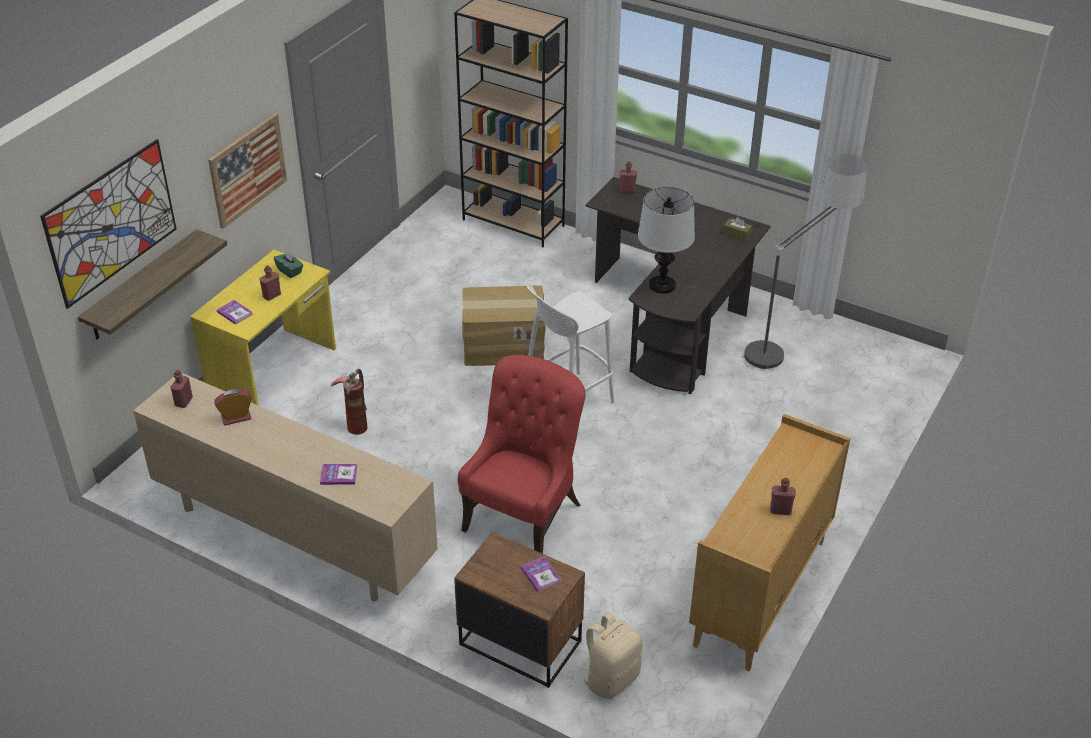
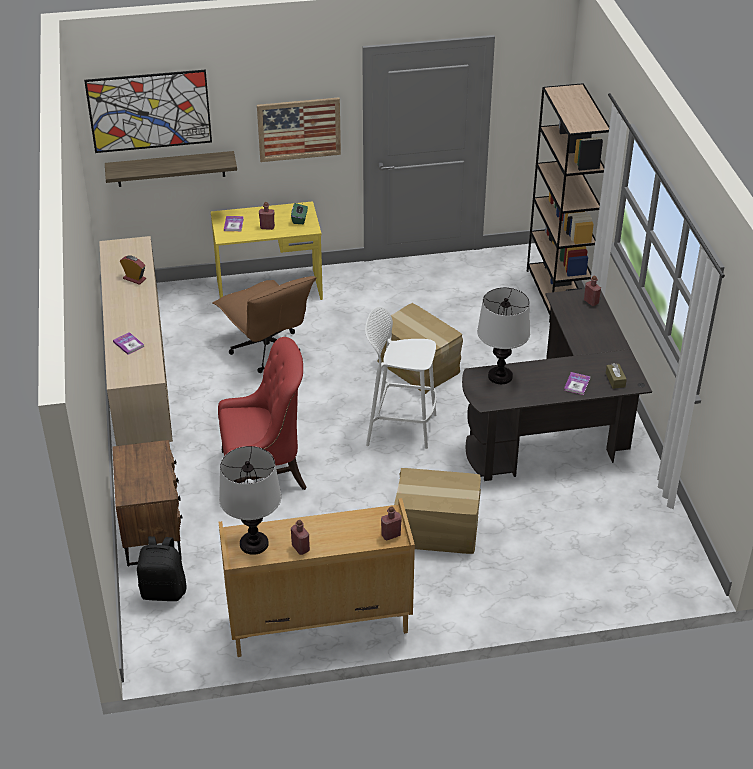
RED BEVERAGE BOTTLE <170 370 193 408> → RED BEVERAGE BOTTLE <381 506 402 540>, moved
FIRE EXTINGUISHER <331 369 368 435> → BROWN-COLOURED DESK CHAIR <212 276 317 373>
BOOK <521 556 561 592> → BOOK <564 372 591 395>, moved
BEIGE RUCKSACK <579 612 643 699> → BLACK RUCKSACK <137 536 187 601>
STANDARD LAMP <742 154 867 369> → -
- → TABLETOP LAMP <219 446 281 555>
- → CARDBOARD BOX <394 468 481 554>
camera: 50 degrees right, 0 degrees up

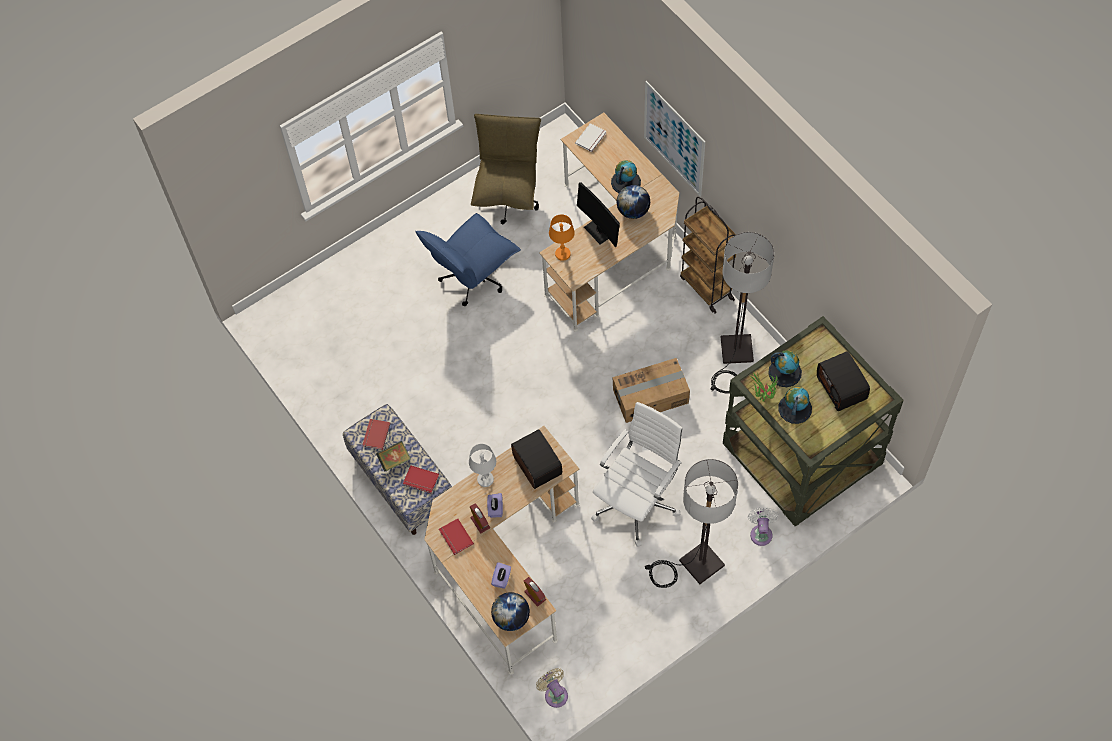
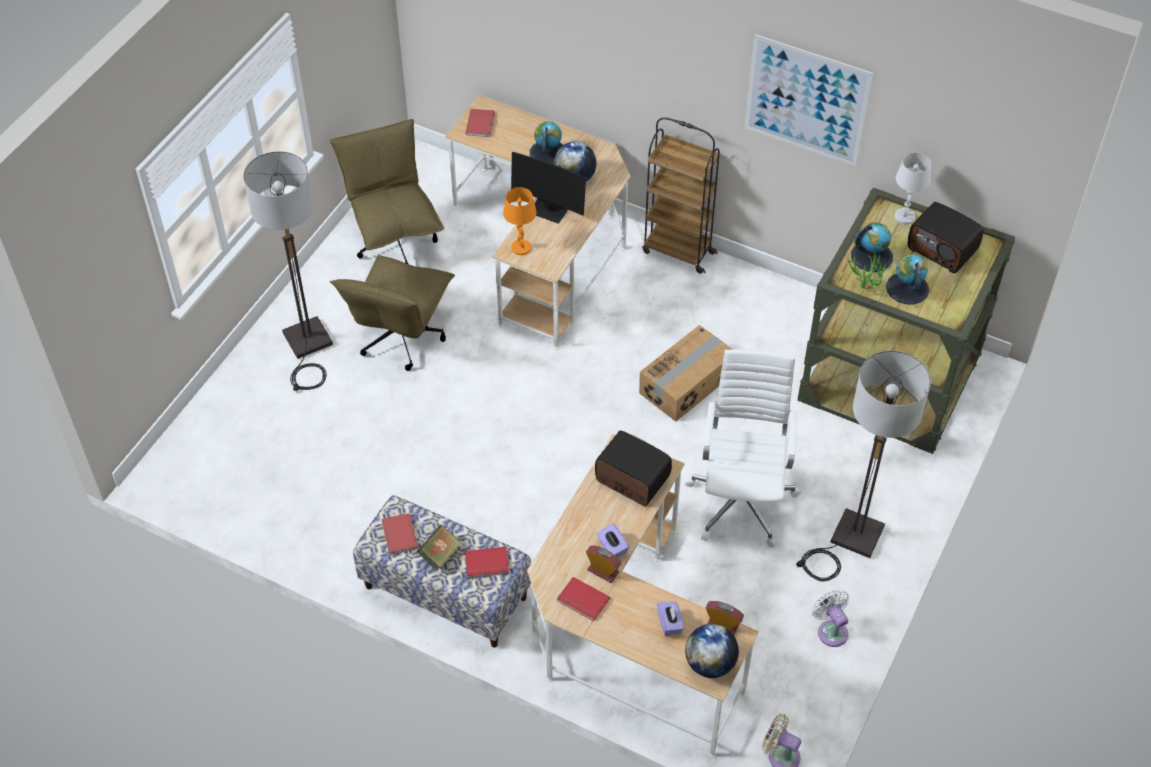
BLUE DESK CHAIR <415 213 521 306> → BEIGE DESK CHAIR <330 256 455 371>
WHITE-COLOURED TABLETOP LAMP <469 444 496 487> → WHITE-COLOURED TABLETOP LAMP <895 153 931 224>, moved
WHITE-COLOURED BOOK <575 123 606 152> → RED BOOK <465 109 495 137>
PICTURE <644 81 705 197> → PICTURE <744 34 873 167>, moved
STANDARD LAMP <711 232 774 394> → STANDARD LAMP <243 151 333 393>, moved
WHITE-COLOURED ELECTRIC FAN <748 507 778 546> → WHITE-COLOURED ELECTRIC FAN <812 589 849 647>, moved
camera: 30 degrees left, 10 degrees down

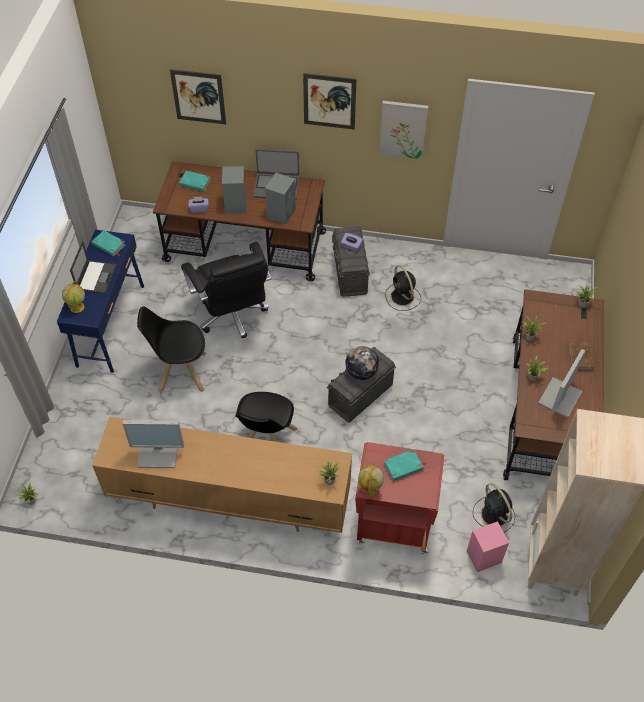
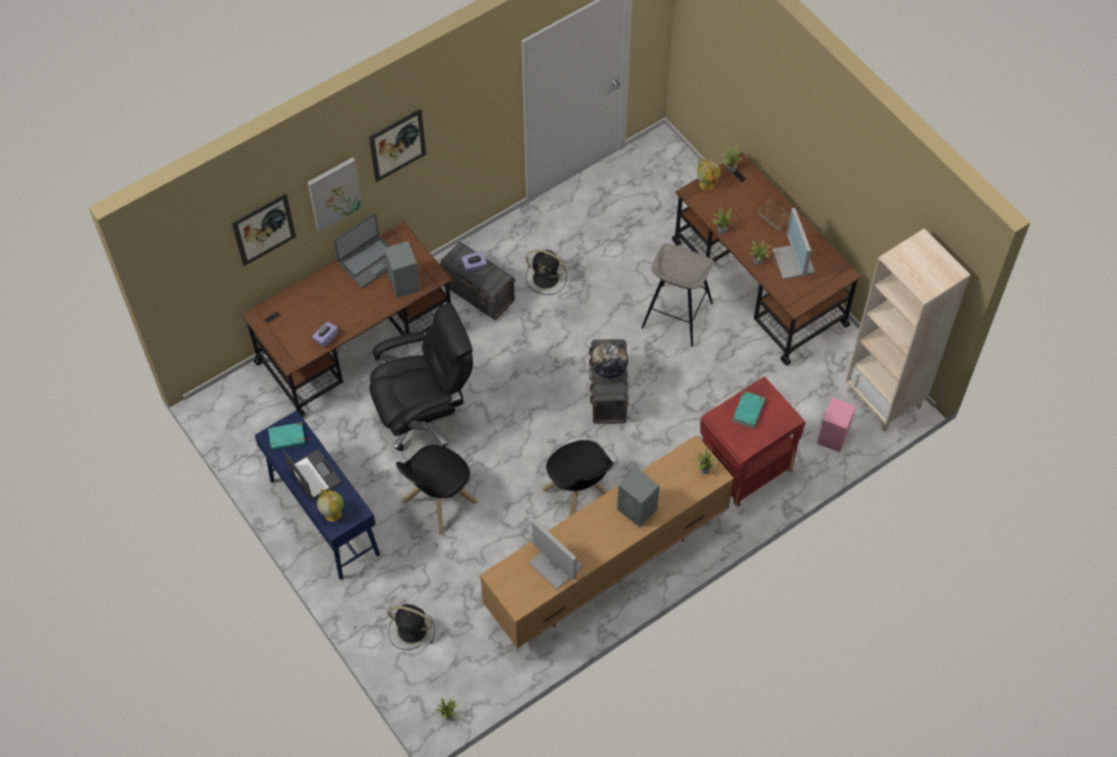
COMPUTER SCREEN <122 420 184 468> → COMPUTER SCREEN <529 520 583 590>, 90 degrees counterclockwise
BLUE-GREEN BOOK <179 171 211 192> → -
BLACK DESK CHAIR <181 242 271 338> → BLACK DESK CHAIR <369 303 473 451>, 45 degrees counterclockwise
GRAY LOUDSPEAKER <222 166 246 214> → GRAY LOUDSPEAKER <617 467 660 527>, moved
DESK GLOBE <358 462 384 496> → DESK GLOBE <697 159 720 191>, moved
PICTURE <379 101 428 159> → PICTURE <307 157 363 232>, moved
BLACK ELECTRIC FAN <473 483 515 533> → BLACK ELECTRIC FAN <388 604 435 650>, moved
- → GRAY STOOL SEAT <642 244 714 347>
camera: 45 degrees left, 5 degrees up

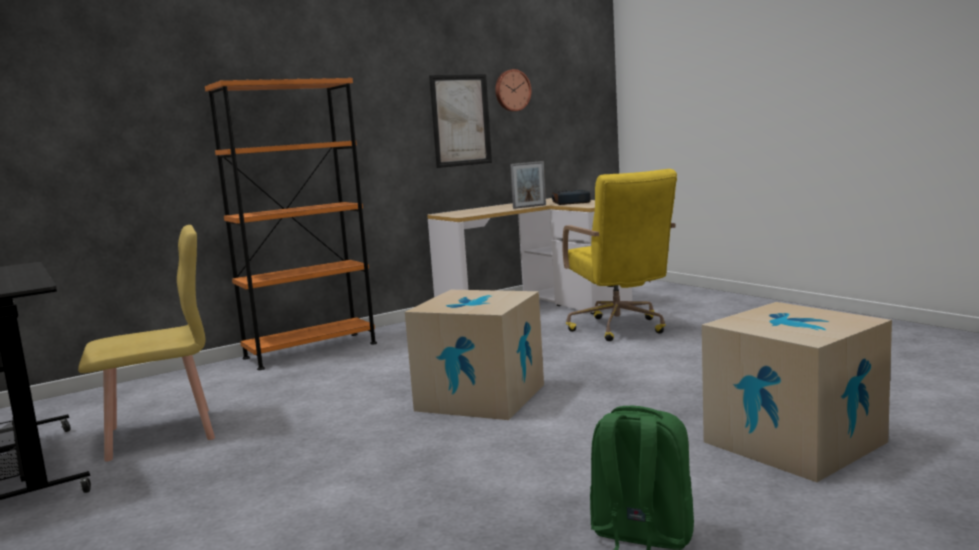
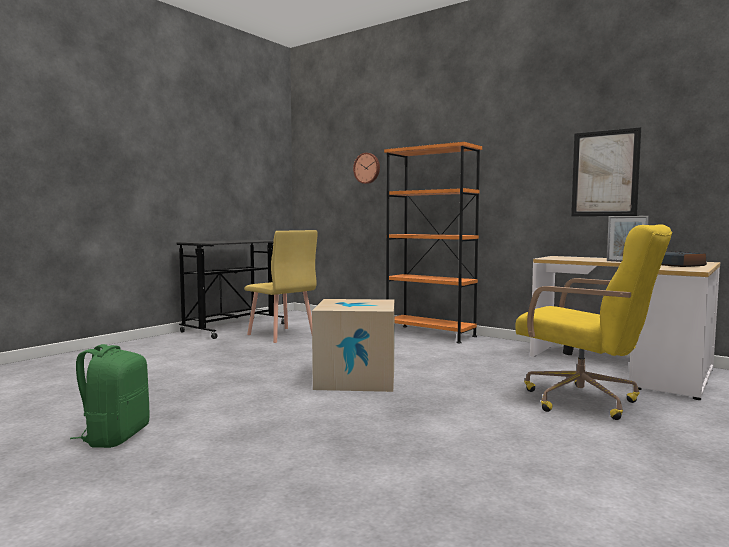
HANGING CLOCK <495 69 531 112> → HANGING CLOCK <353 153 380 184>, moved
YELLOW-COLOURED DESK CHAIR <563 169 677 341> → YELLOW-COLOURED DESK CHAIR <516 224 672 420>, 105 degrees counterclockwise
CARDBOARD BOX <702 302 892 482> → -
camera: 70 degrees right, 5 degrees down

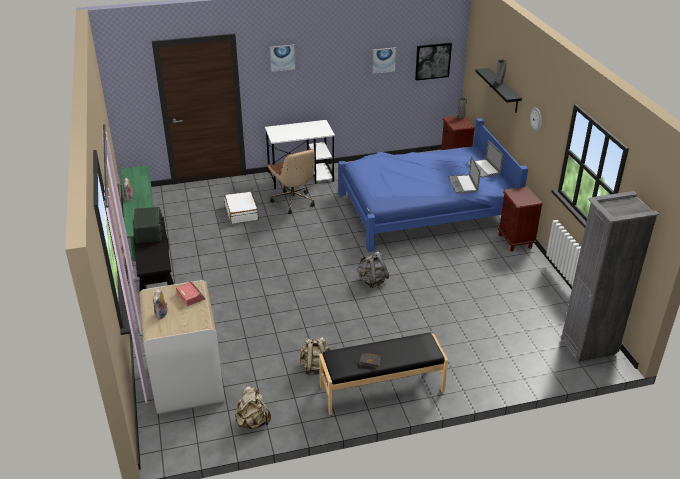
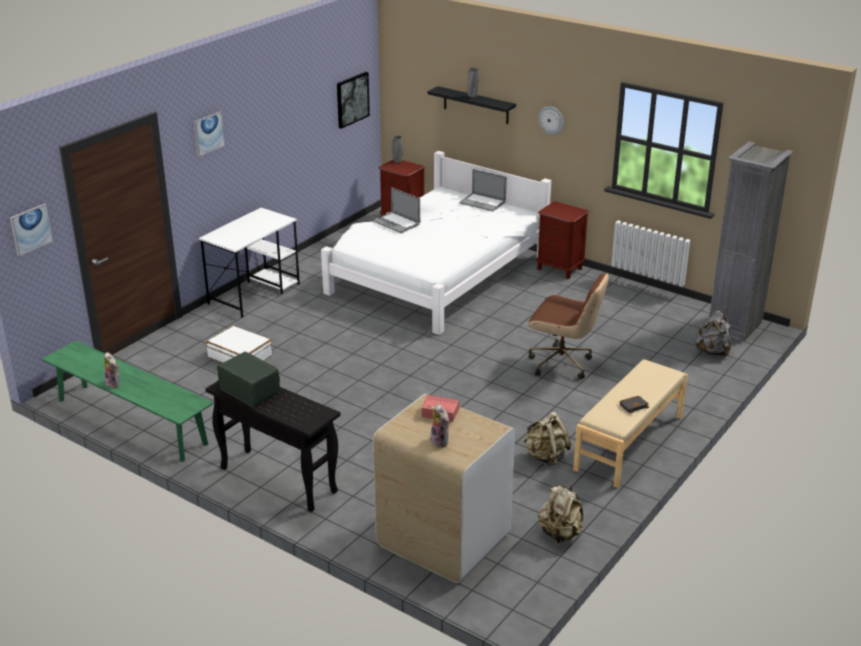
BROWN-COLOURED DESK CHAIR <268 149 315 214> → BROWN-COLOURED DESK CHAIR <528 273 609 379>, moved
BLACK BENCH <319 333 448 415> → BEIGE BENCH <573 359 688 488>
BLUE SLEEPING BED <339 118 528 252> → WHITE-COLOURED SLEEPING BED <321 151 551 335>
GRAY RUCKSACK <357 251 389 288> → GRAY RUCKSACK <695 310 731 358>, moved
PICTURE <372 47 397 74> → PICTURE <10 203 53 256>, moved
LAPTOP <448 156 480 193> → LAPTOP <372 187 420 233>, moved
camera: 40 degrees left, 5 degrees down

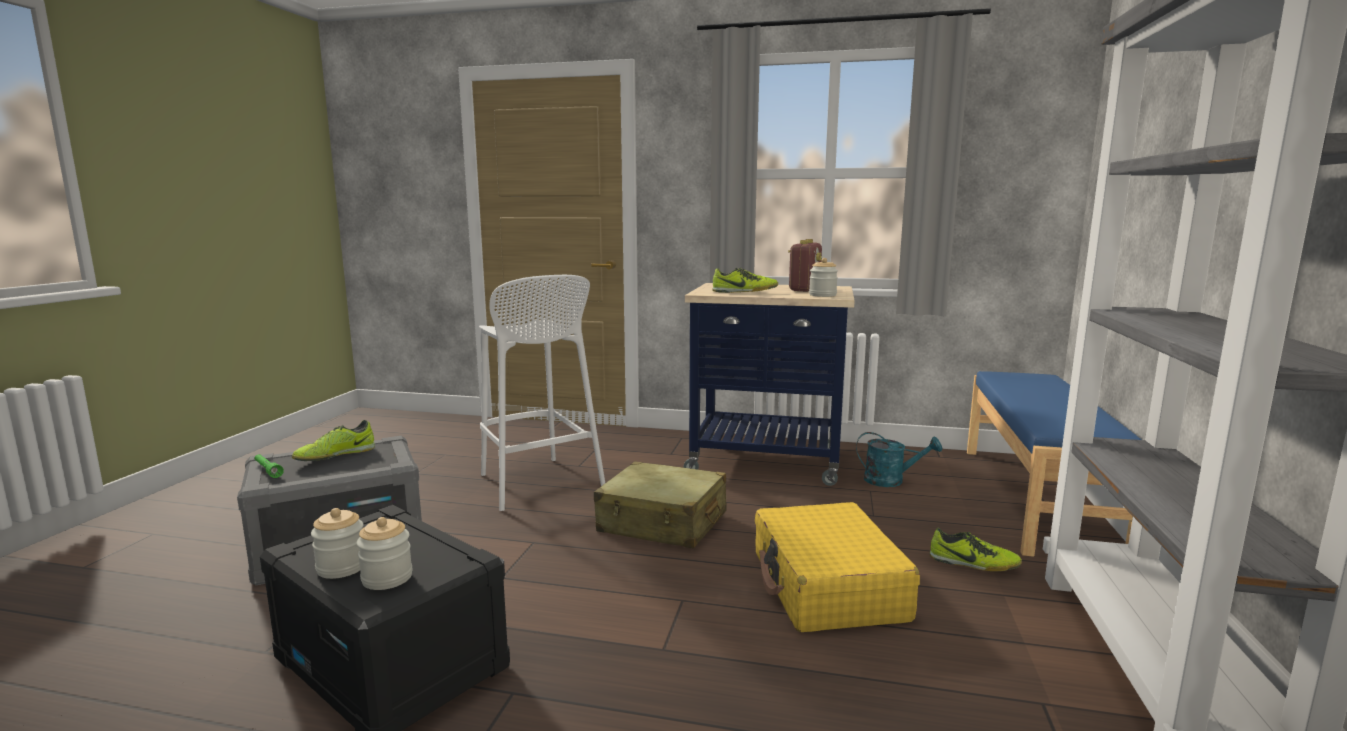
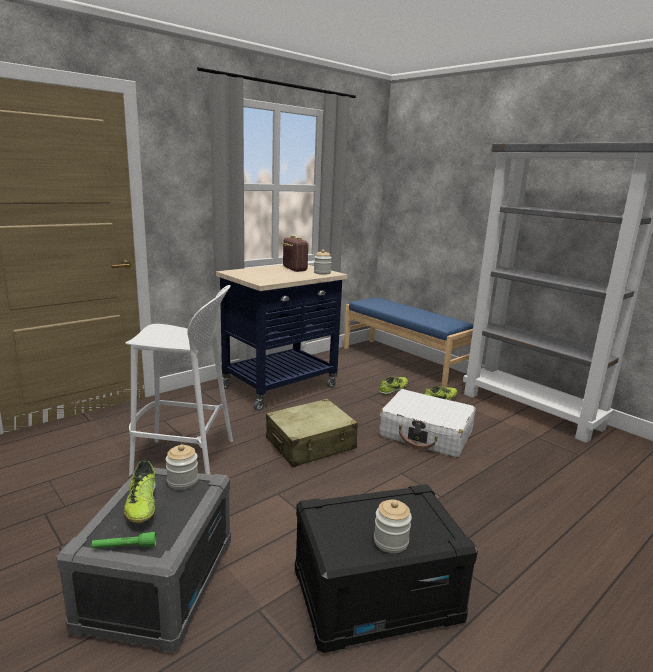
JAR <357 517 413 590> → JAR <166 445 198 490>, moved
ITEM OF FOOTWEAR <712 268 778 293> → ITEM OF FOOTWEAR <379 376 408 395>, moved
YELLOW-COLOURED SUITCASE <755 502 920 632> → WHITE-COLOURED SUITCASE <379 389 476 458>
BLUE-GREEN WATERING POT <856 432 942 487> → -
camera: 55 degrees left, 5 degrees up

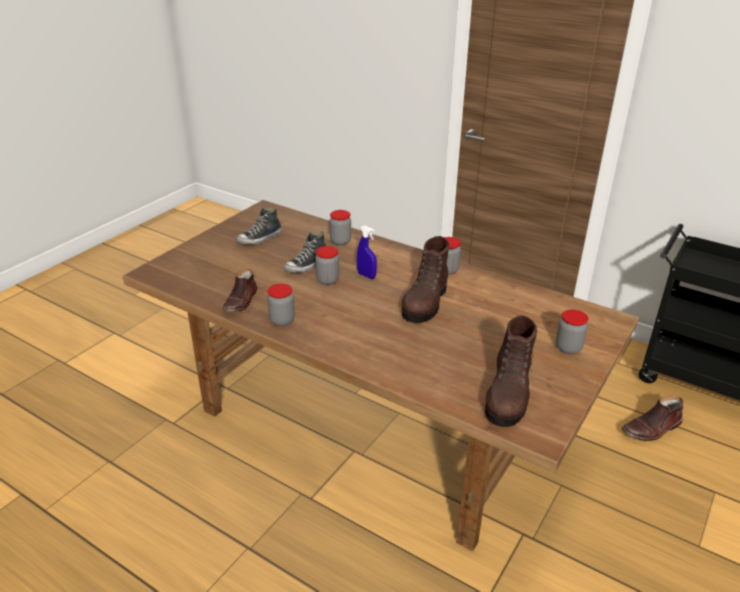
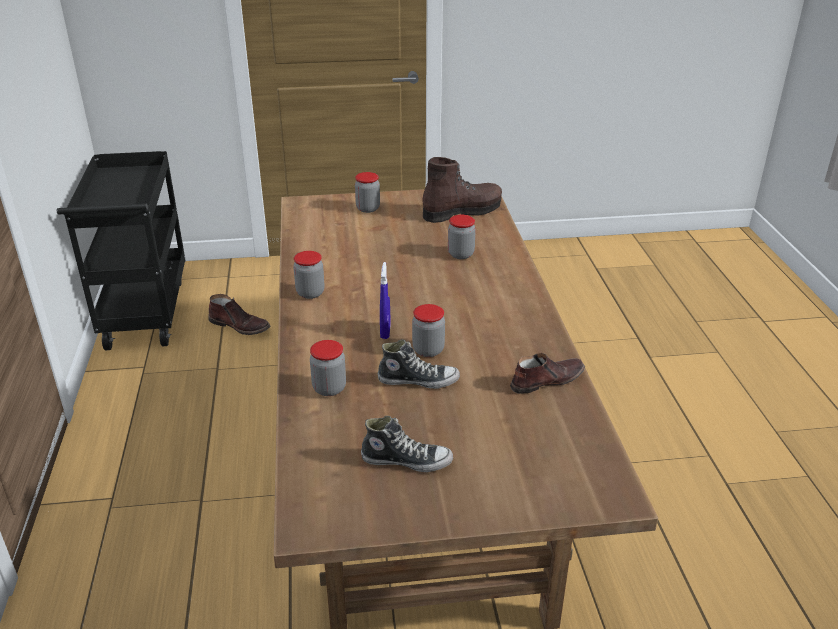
JAR <267 284 295 326> → JAR <448 215 476 259>, moved
BROWN-COLOURED HIGH-TOP BOOT <402 236 449 323> → -
camera: 130 degrees left, 0 degrees up

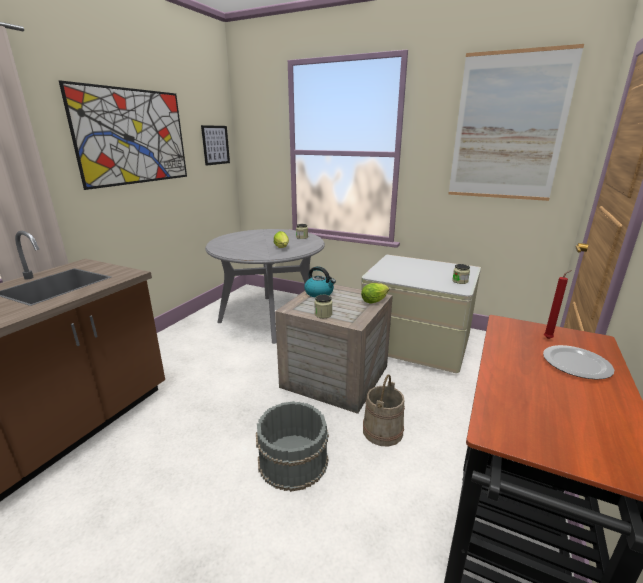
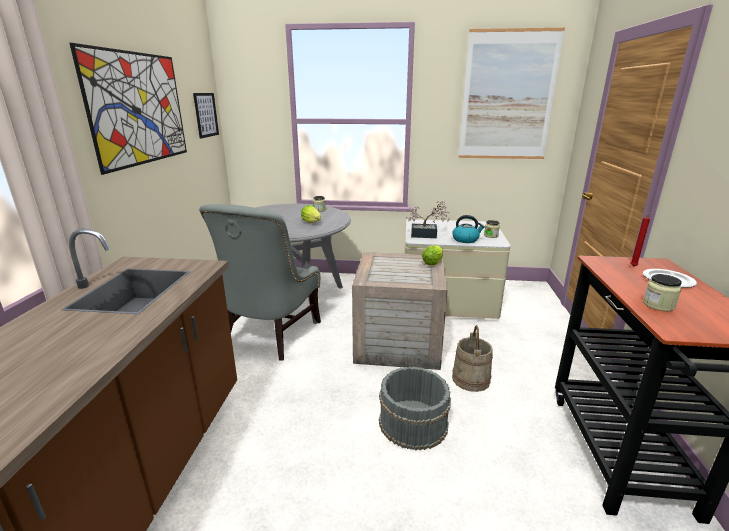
KETTLE <304 266 336 297> → KETTLE <452 215 485 243>, moved
JAR <314 295 332 318> → JAR <643 274 682 311>, moved
- → GRAY UPRIGHT CHAIR <199 204 321 361>
- → PLANT IN A POT <405 201 450 238>
camera: 20 degrees left, 0 degrees up

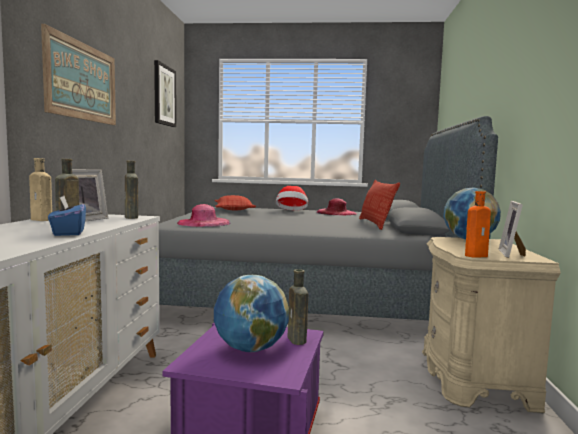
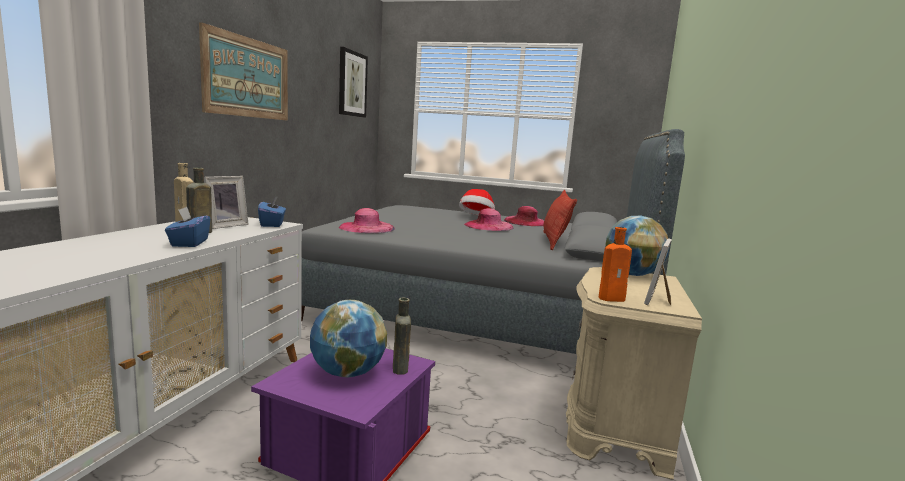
BROWN-COLOURED BEVERAGE BOTTLE <125 161 138 219> → BLUE BOX OF TISSUES <258 196 286 227>
PILLOW <215 195 256 210> → -
- → PINK-COLOURED WEARABLE HAT <464 208 513 231>
camera: 10 degrees right, 5 degrees up

